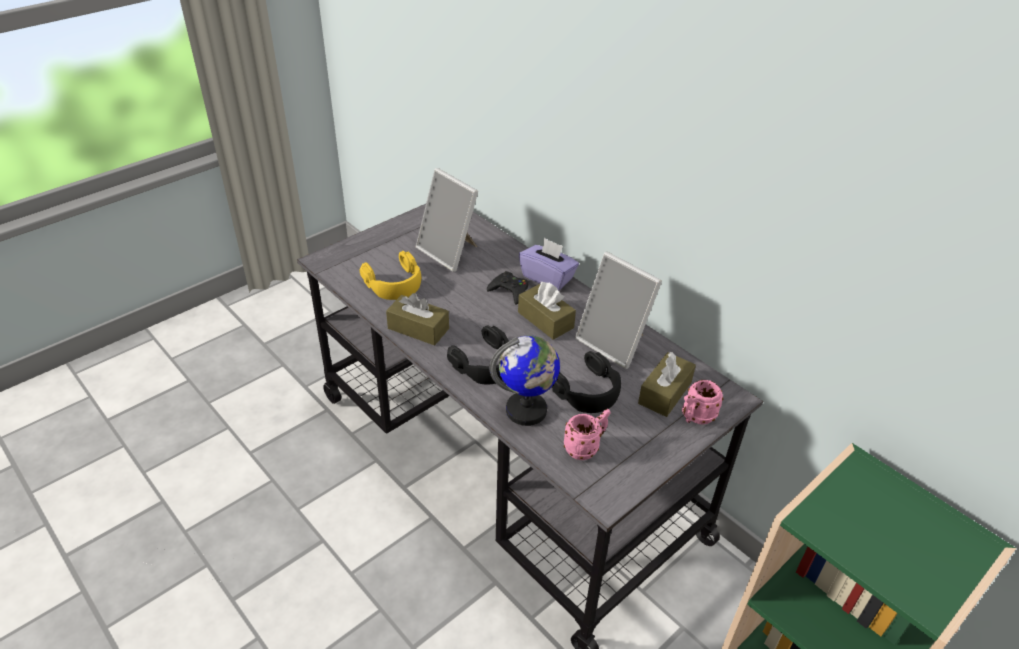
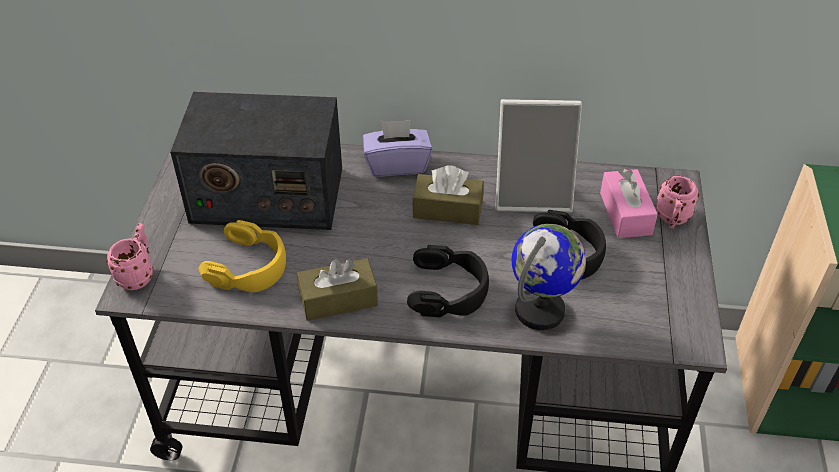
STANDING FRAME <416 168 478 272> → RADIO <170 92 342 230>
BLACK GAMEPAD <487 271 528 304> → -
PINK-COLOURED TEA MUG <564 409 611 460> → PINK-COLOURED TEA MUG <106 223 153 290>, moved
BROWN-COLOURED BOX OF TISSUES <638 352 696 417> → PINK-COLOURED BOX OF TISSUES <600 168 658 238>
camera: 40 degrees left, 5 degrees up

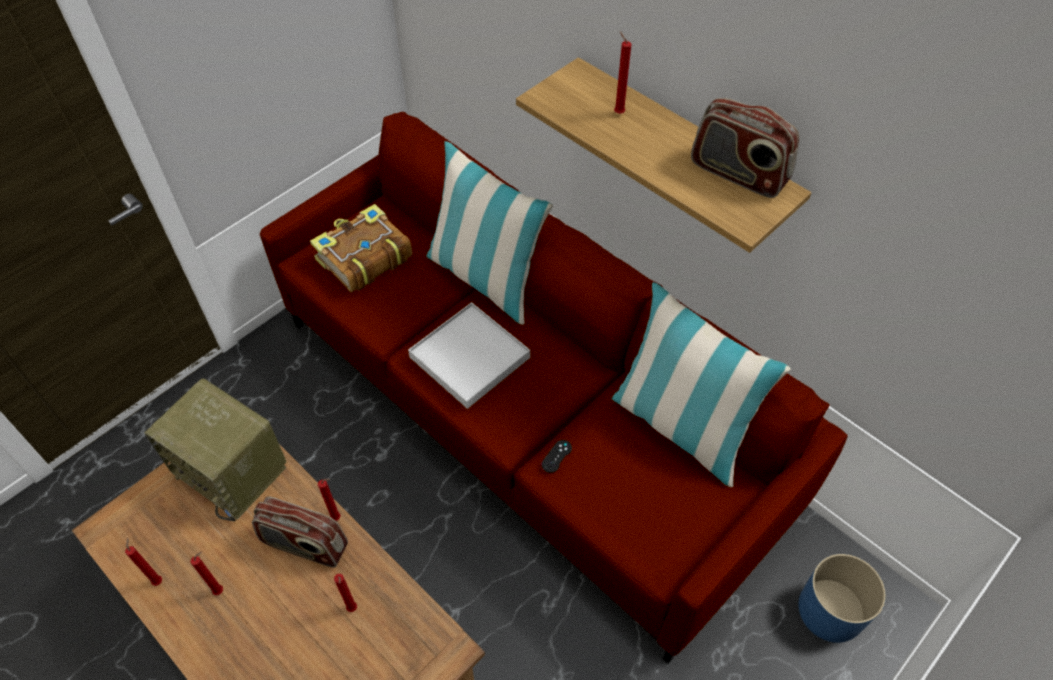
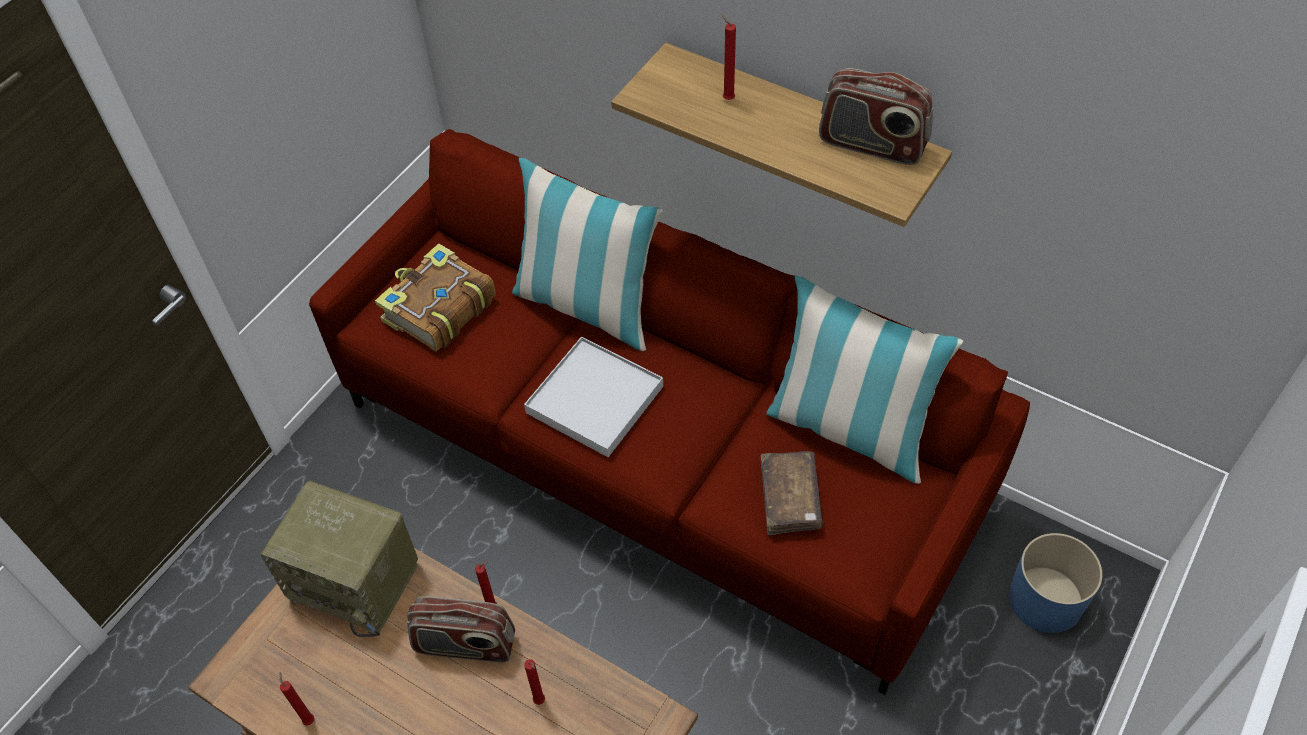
RED WAX CANDLE <191 552 223 595> → -
BLACK GAMEPAD <541 440 572 473> → -
- → BROWN-COLOURED BOOK <761 451 823 535>
camera: 10 degrees left, 0 degrees up

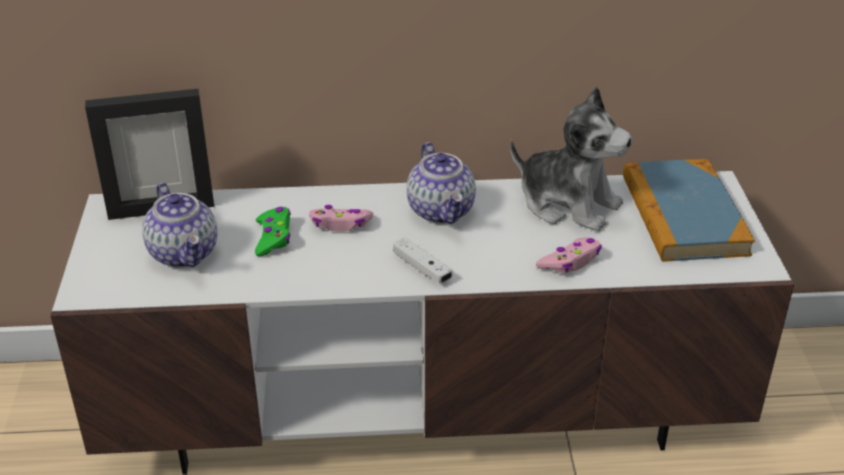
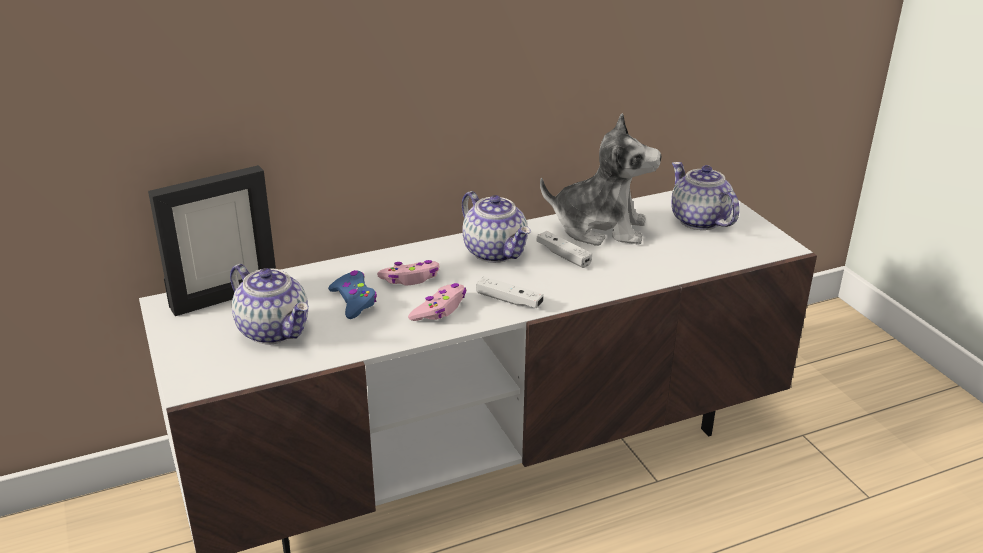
GREENISH GAMEPAD <255 207 291 256> → BLUE GAMEPAD <328 270 377 319>
PINK-COLOURED GAMEPAD <536 237 602 273> → PINK-COLOURED GAMEPAD <408 283 466 321>, moved
BOOK <623 159 755 262> → TEA POT <671 162 740 230>
- → WHITE-COLOURED GAMEPAD <536 231 592 268>
camera: 20 degrees left, 5 degrees down

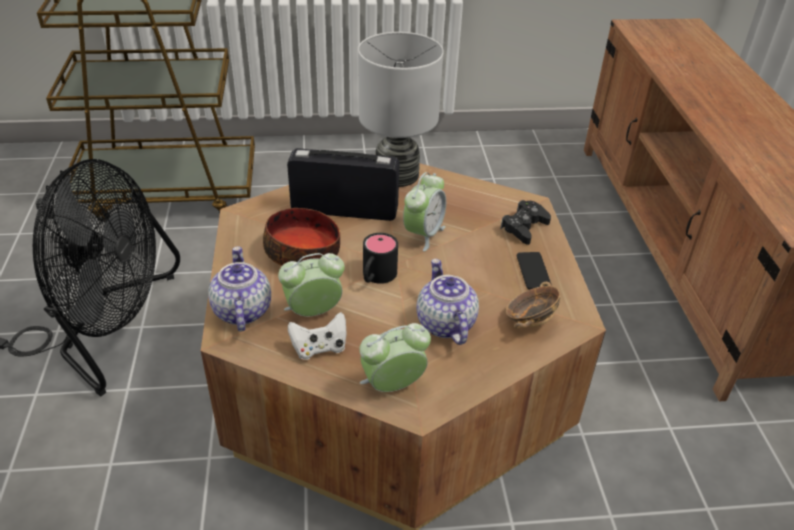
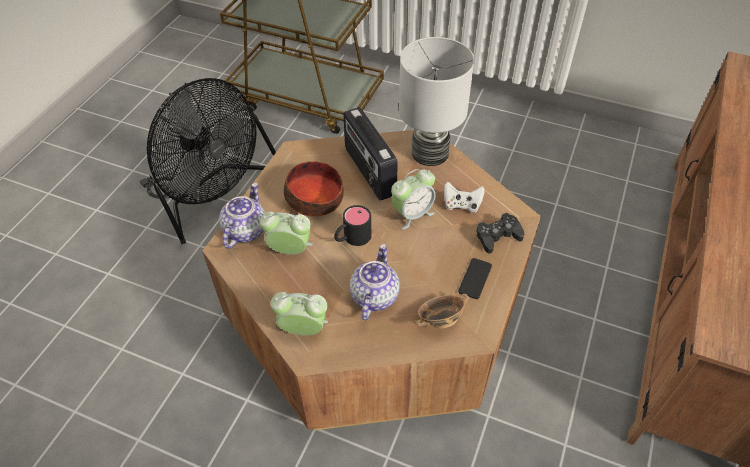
RADIO <287 148 400 221> → RADIO <343 107 398 201>, 150 degrees counterclockwise
WHITE-COLOURED GAMEPAD <288 312 347 360> → WHITE-COLOURED GAMEPAD <444 182 485 213>, moved
camera: 30 degrees right, 10 degrees up

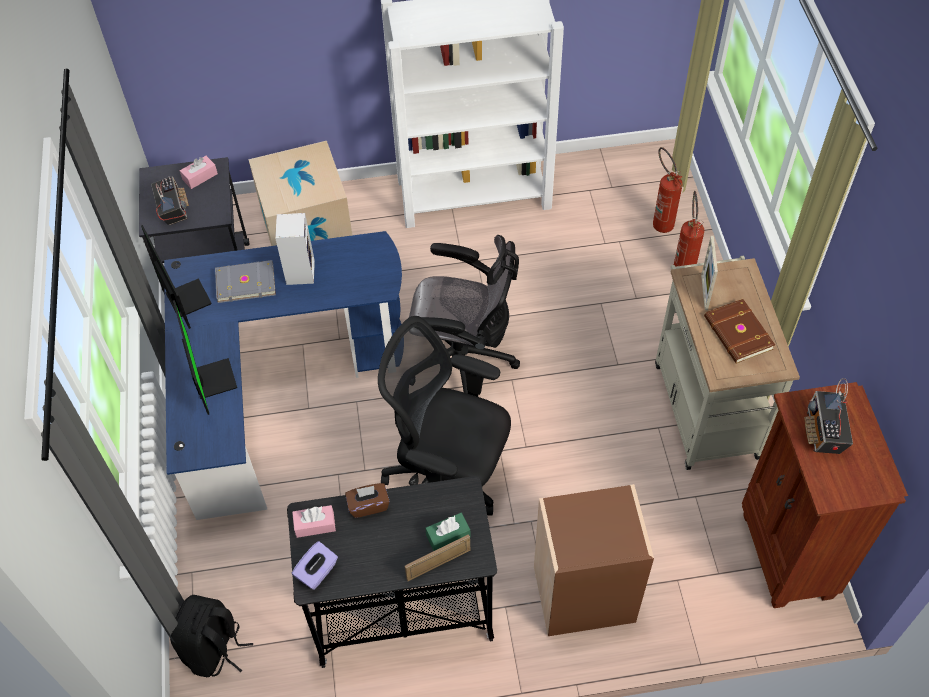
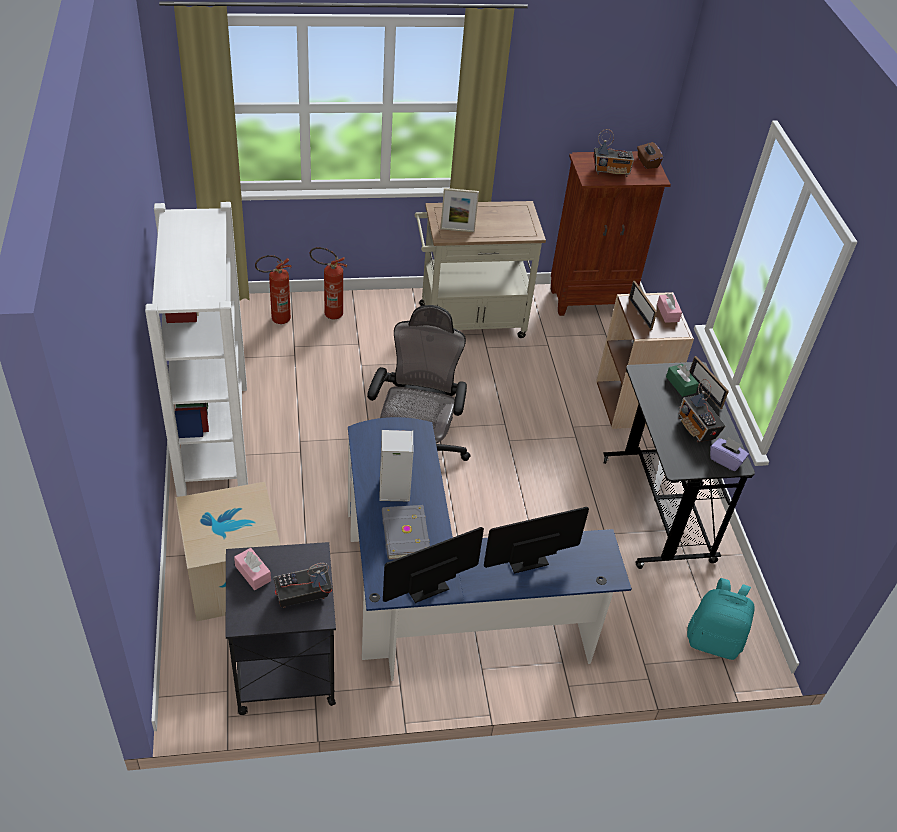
BLACK RUCKSACK <170 595 253 677> → BLUE-GREEN RUCKSACK <687 578 755 660>
PINK-COLOURED BOX OF TISSUES <292 505 336 538> → PINK-COLOURED BOX OF TISSUES <657 293 682 323>, moved
BROWN-COLOURED BOX OF TISSUES <345 483 390 518> → BROWN-COLOURED BOX OF TISSUES <637 142 663 169>, moved
BLACK DESK CHAIR <378 316 511 516> → -
BROWN-COLOURED BOOK <704 299 775 364> → -
- → STANDING FRAME <629 281 657 330>
- → RADIO <678 379 725 443>
camera: 95 degrees left, 10 degrees down

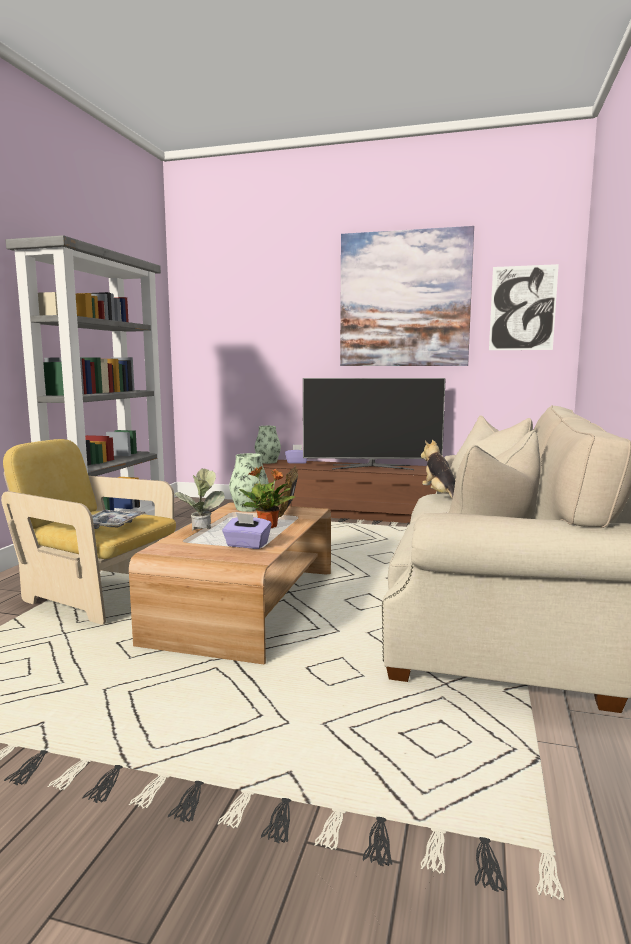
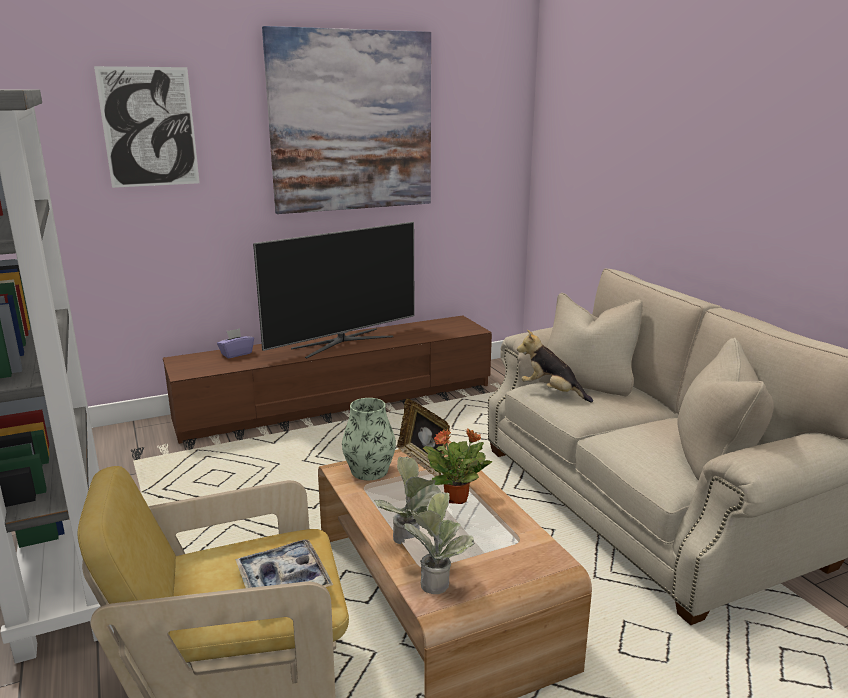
PURPLISH BOX OF TISSUES <222 513 272 549> → -
VASE <255 426 281 464> → -
PICTURE <489 264 559 350> → PICTURE <94 66 200 188>, moved
- → PLANT IN A POT <403 492 475 594>
camera: 40 degrees left, 10 degrees up

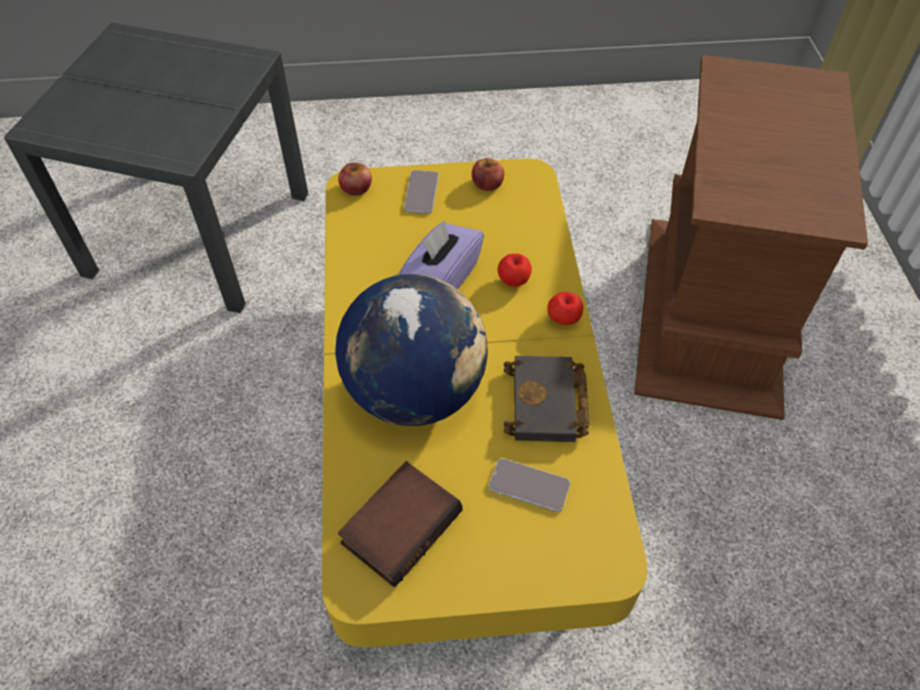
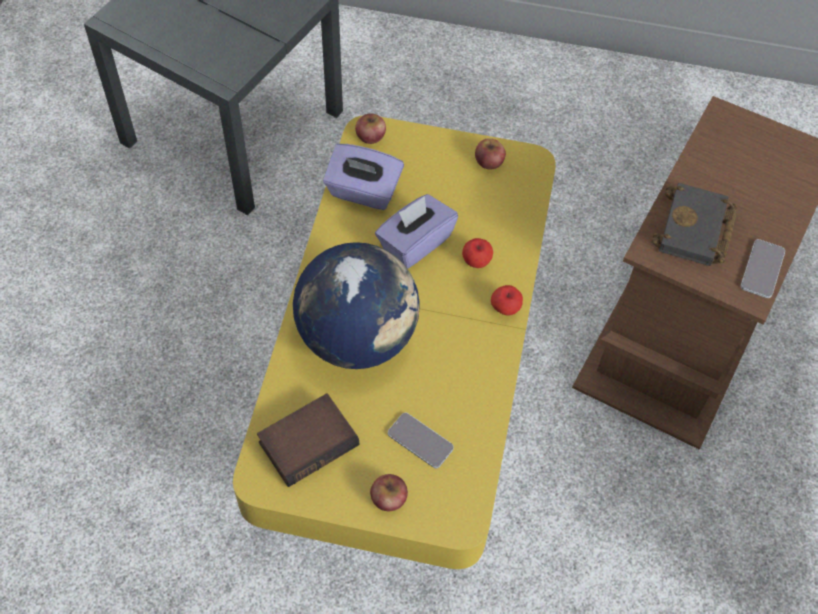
PHONE <404 170 439 214> → PHONE <741 239 785 298>, moved
BLACK BOOK <504 356 589 442> → BLACK BOOK <651 183 737 266>, moved
- → PURPLISH BOX OF TISSUES <323 144 404 210>
- → APPLE FRUIT <370 474 408 511>
camera: 15 degrees right, 5 degrees up

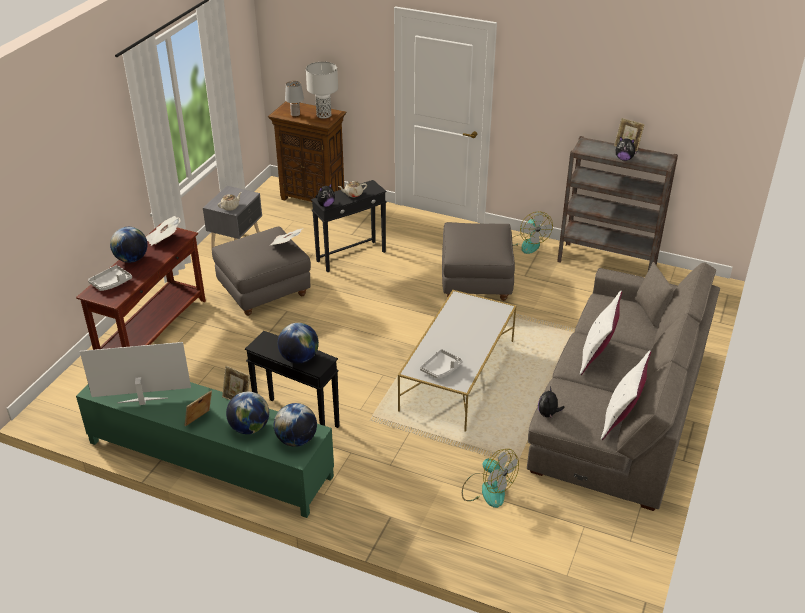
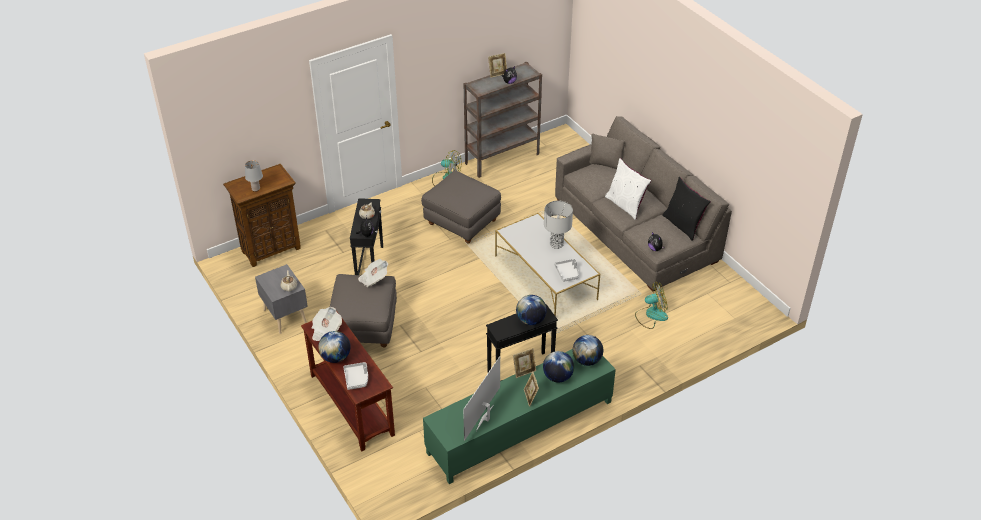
WHITE-COLOURED TABLETOP LAMP <306 62 338 119> → WHITE-COLOURED TABLETOP LAMP <544 201 573 249>, moved
WHITE-COLOURED PILLOW <601 350 651 440> → BLACK PILLOW <662 177 711 241>
camera: 55 degrees left, 5 degrees up

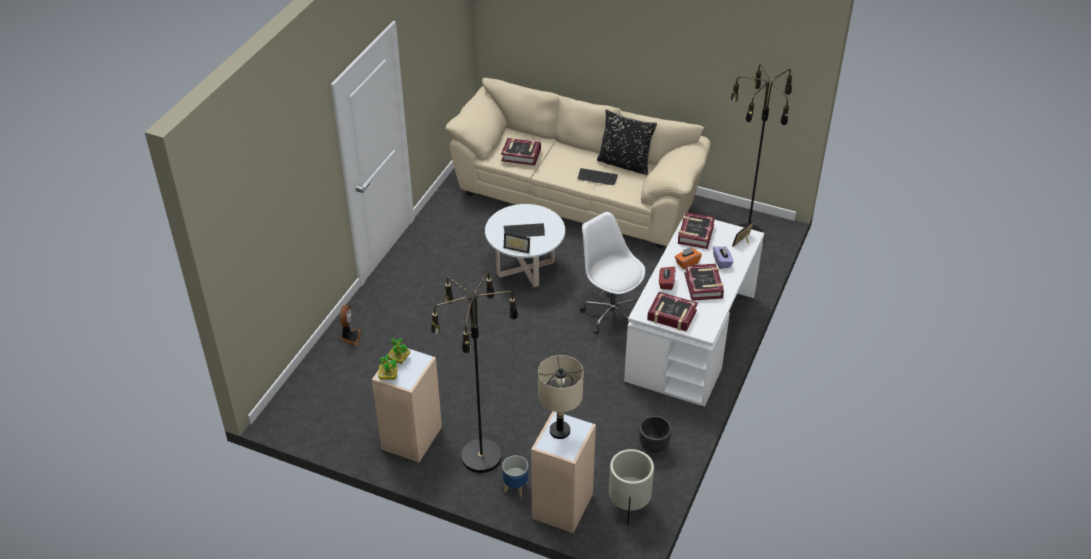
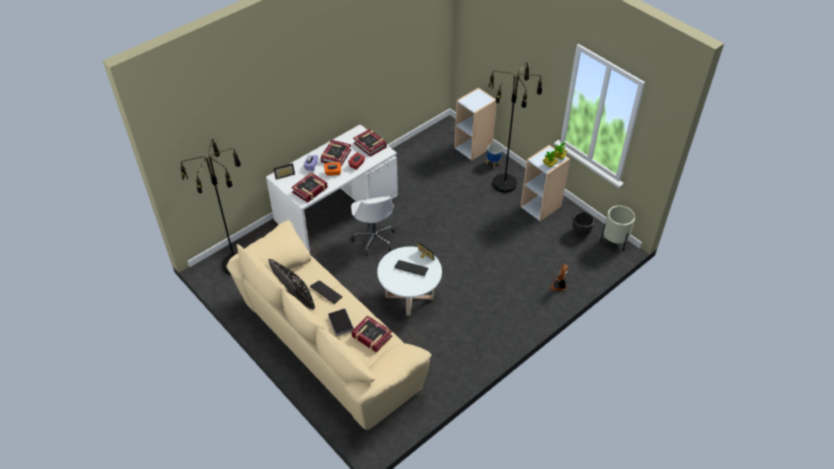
BEIGE TABLETOP LAMP <538 355 583 439> → -
BEIGE PLANT POT <609 449 654 525> → BEIGE PLANT POT <600 205 635 252>, moved
BLACK PLANT POT <639 415 672 453> → BLACK PLANT POT <572 212 594 236>, moved
- → BOOK <328 308 354 336>
camera: 155 degrees left, 5 degrees up

